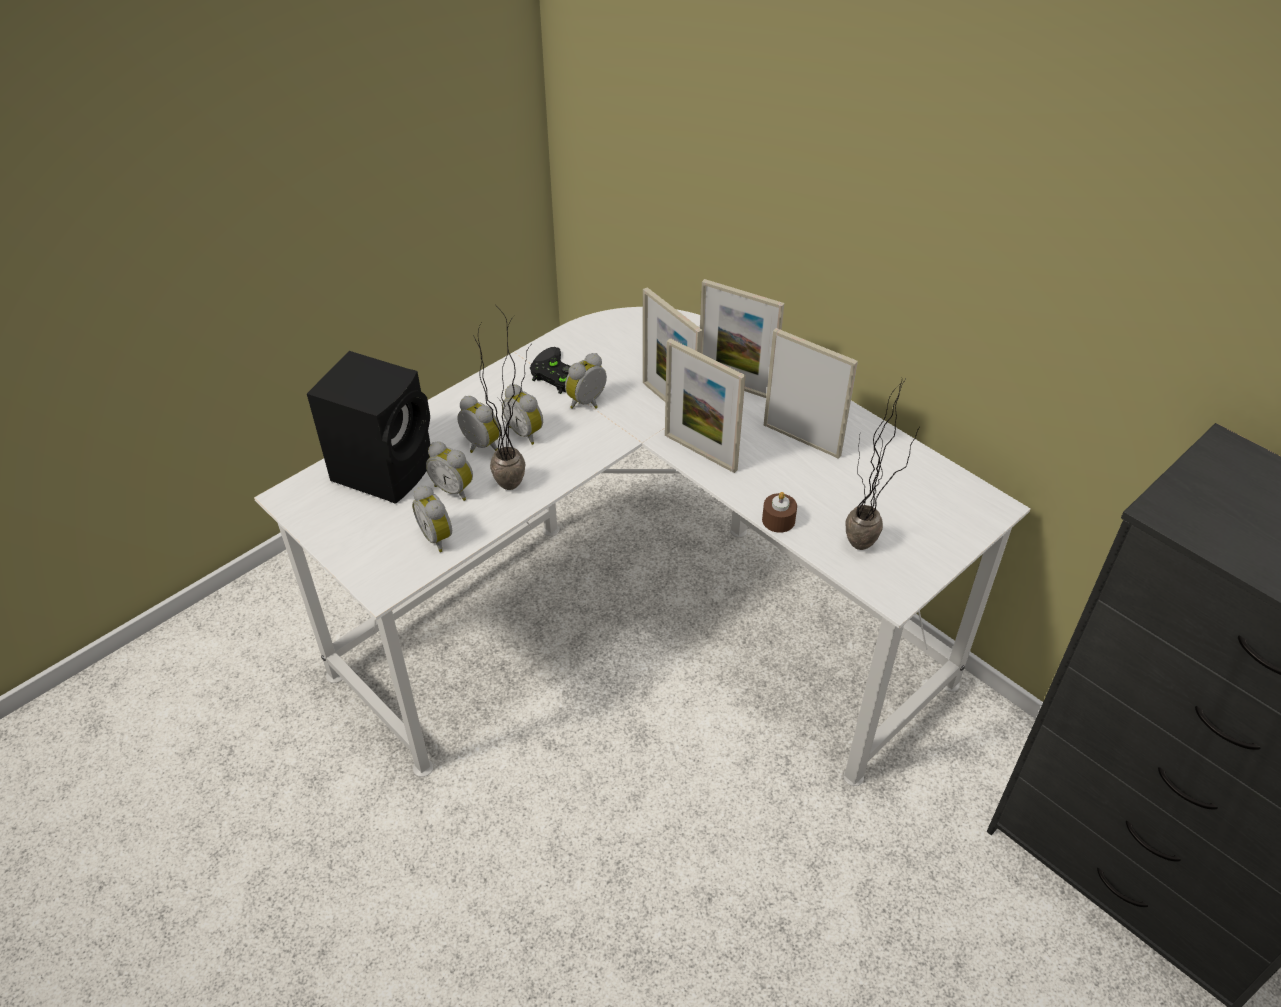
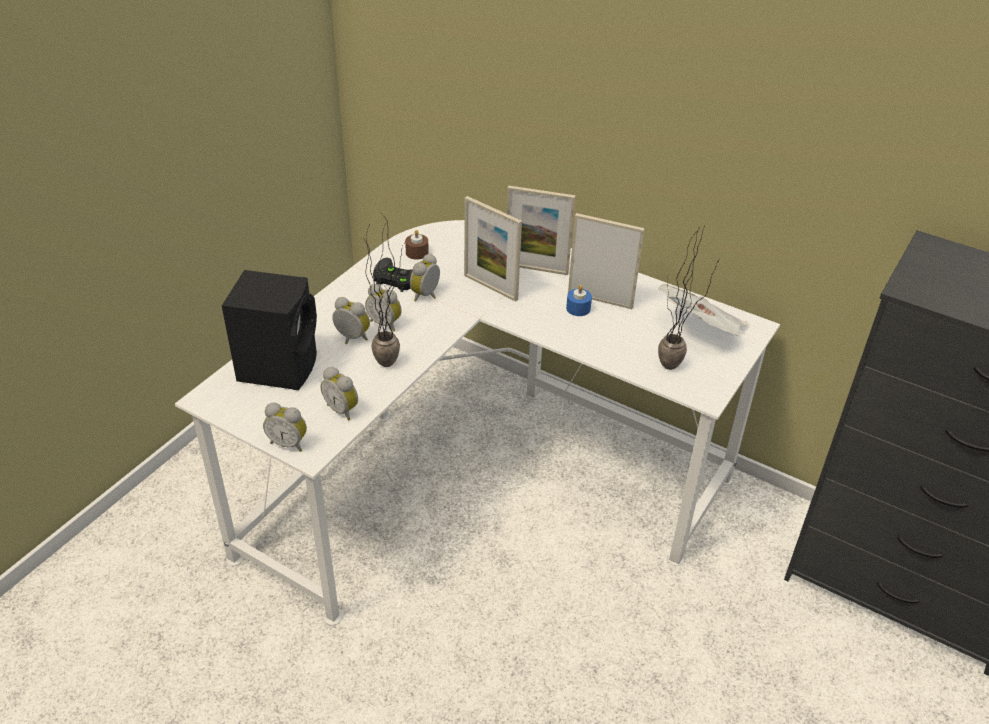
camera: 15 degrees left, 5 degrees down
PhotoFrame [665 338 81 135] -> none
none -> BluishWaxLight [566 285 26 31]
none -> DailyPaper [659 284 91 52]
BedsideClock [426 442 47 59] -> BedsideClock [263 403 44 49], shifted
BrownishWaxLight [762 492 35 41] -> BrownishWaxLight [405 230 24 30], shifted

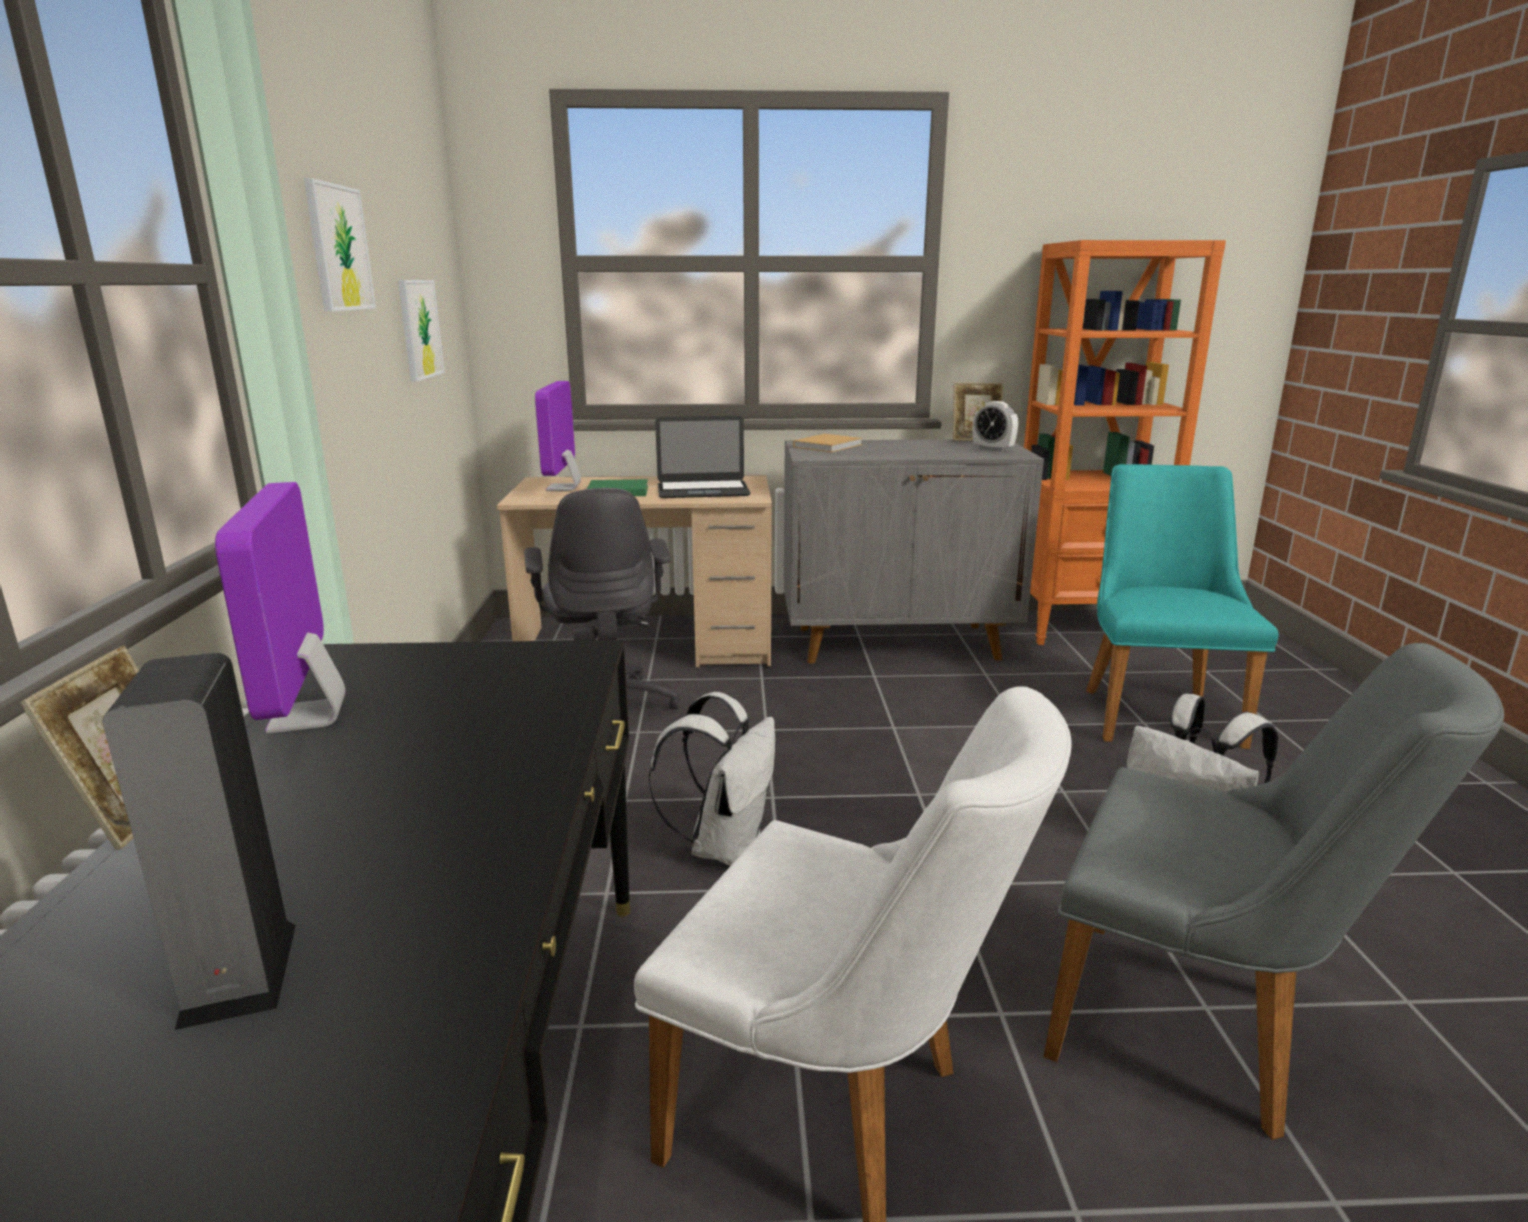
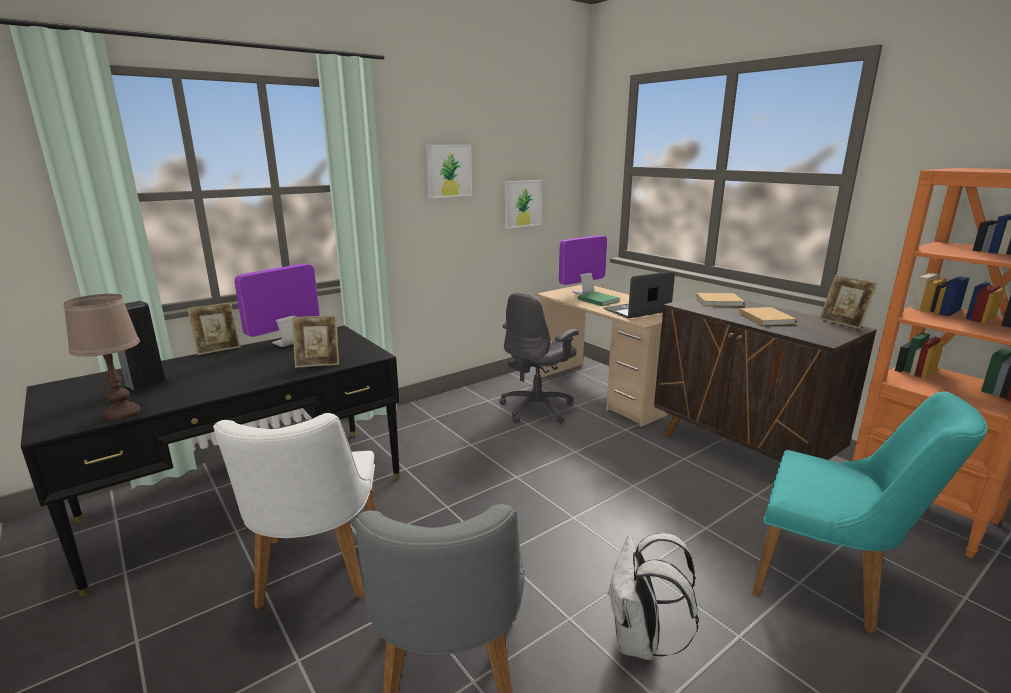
camera: 55 degrees right, 0 degrees up
WhiteColouredKnapsack [649 692 126 174] -> none
BedsideClock [973 401 45 51] -> none
none -> BrownishTableLamp [63 294 78 126]
none -> PhotoFrame [292 315 47 53]
none -> BeigeBook [739 307 57 19]
GreyishStorageCabinet [784 439 260 224] -> BrownishStorageCabinet [654 297 223 166]
PortableComputer [655 416 96 82] -> PortableComputer [604 271 71 47], 105 degrees clockwise
BlueGreenChair [1086 464 193 285] -> BlueGreenChair [752 391 236 243], 60 degrees clockwise

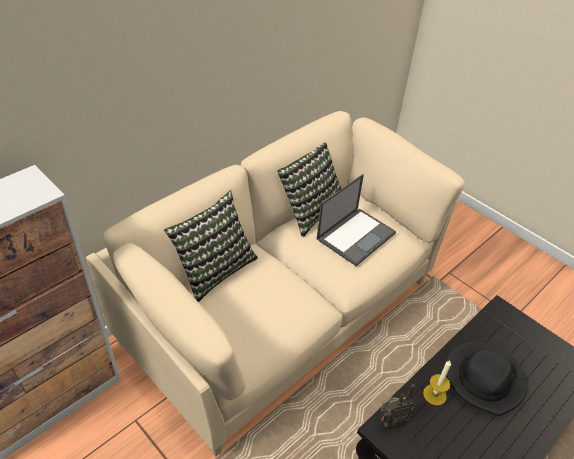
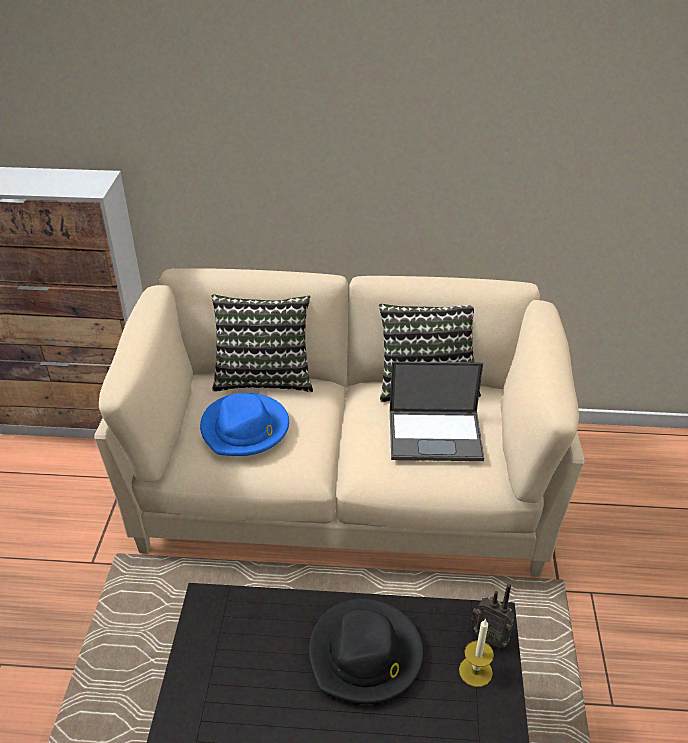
camera: 50 degrees right, 5 degrees down
none -> BluishClothingHat [200 393 89 63]
Radio [381 384 34 44] -> Radio [471 584 44 64], shifted
WaxLight [423 361 28 45] -> WaxLight [459 619 35 68], shifted

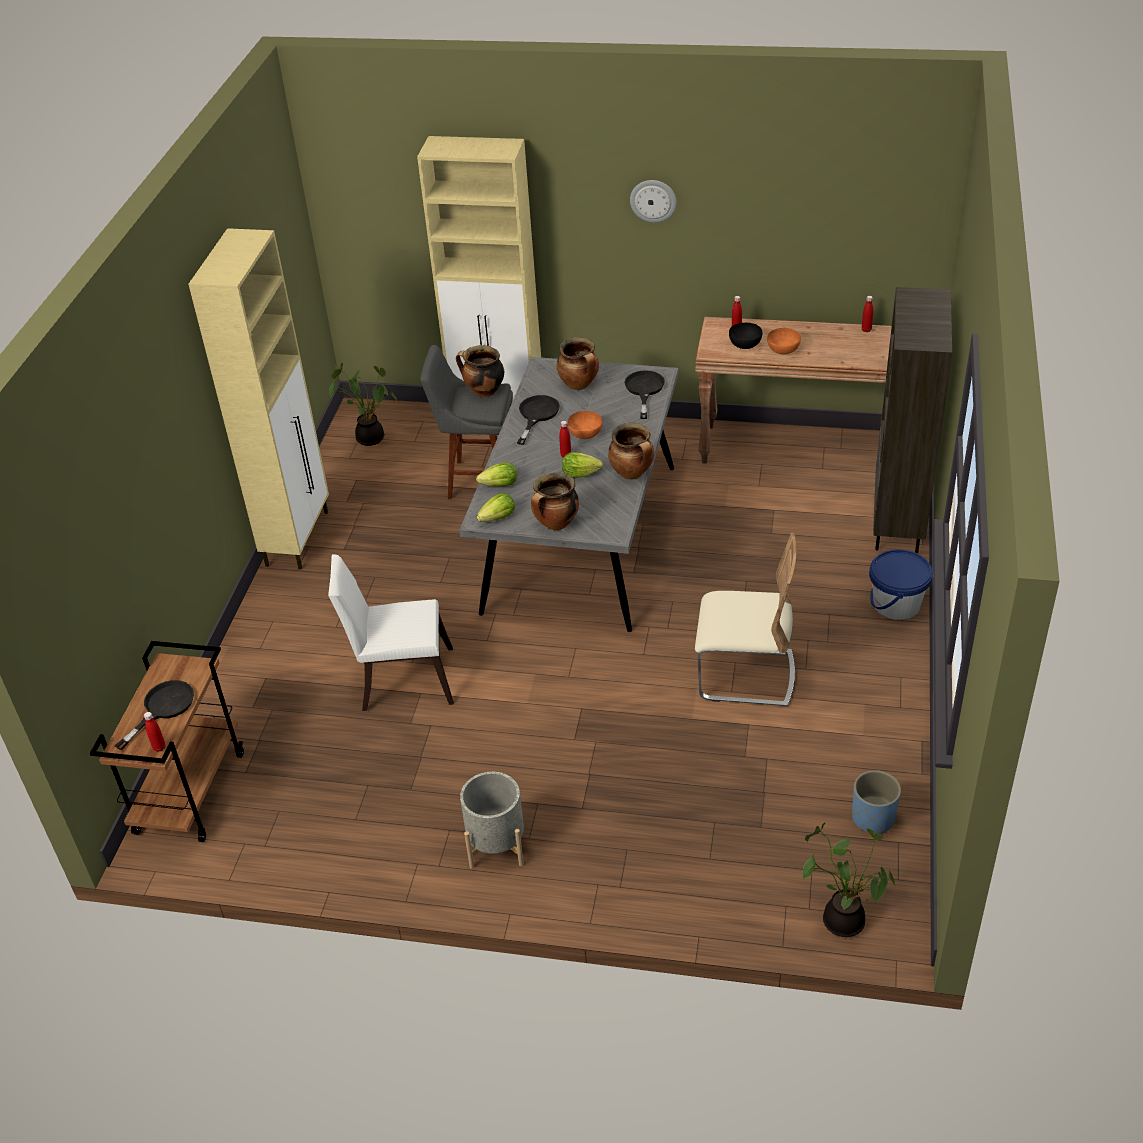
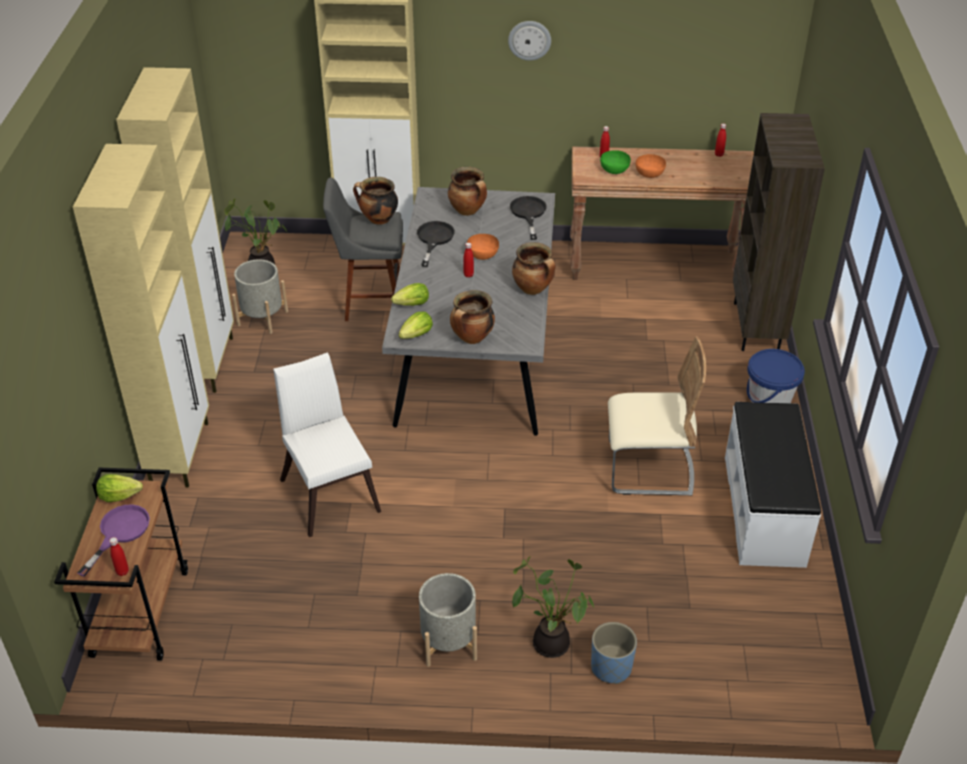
camera: 10 degrees left, 0 degrees up
none -> BeigeStorageCabinet [73 144 136 343]
none -> GreyishPlantPot [232 259 56 75]
none -> WhiteColouredIndoorBench [725 402 96 166]
LettuceHead [562 452 41 26] -> LettuceHead [96 474 47 28], shifted
PlantInAPot [802 822 94 115] -> PlantInAPot [512 556 83 102], shifted
BluishPlantPot [852 770 49 64] -> BluishPlantPot [591 622 46 62], shifted
BlackColouredSkillet [115 680 79 70] -> PurplishSkillet [77 504 73 73]
BlackColouredDeepDish [729 323 33 26] -> GreenDeepDish [600 150 31 24]
WhiteColouredChair [328 554 126 157] -> WhiteColouredChair [273 352 108 185], 75 degrees clockwise

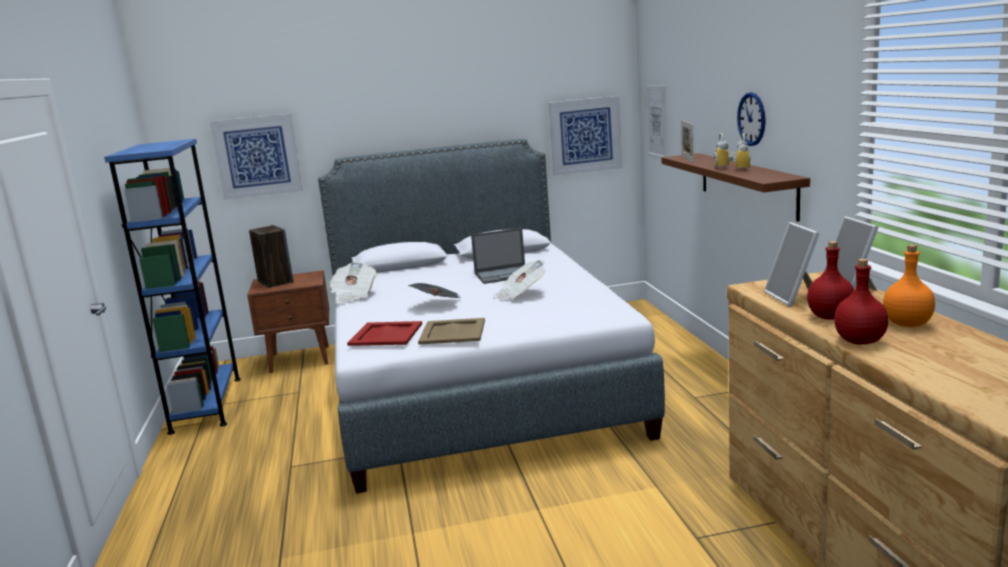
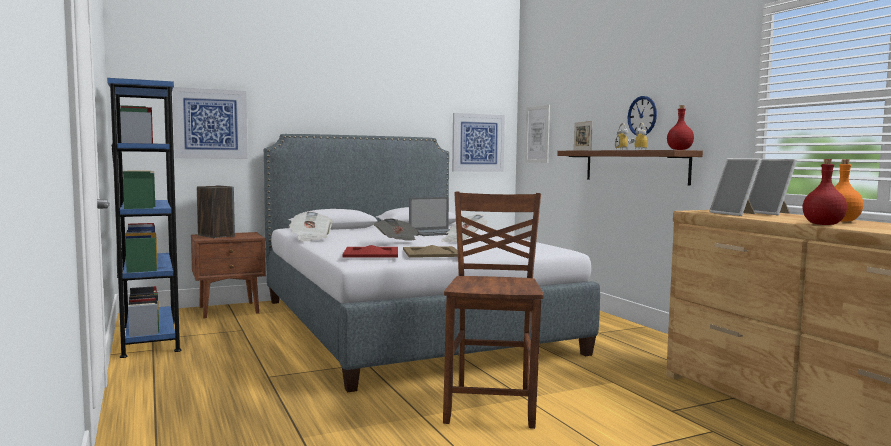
camera: 15 degrees left, 10 degrees down
none -> BrownishChair [443 191 101 238]
RedColouredBottle [807 241 47 79] -> RedColouredBottle [667 105 27 45], shifted

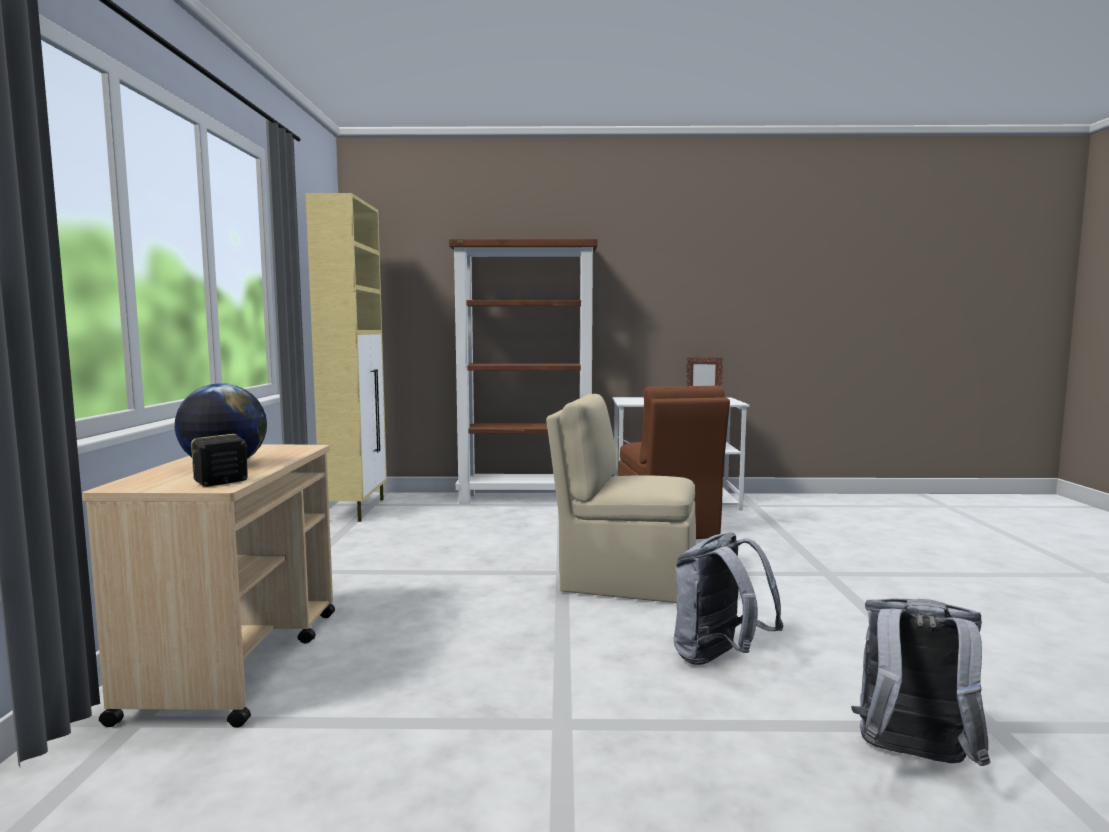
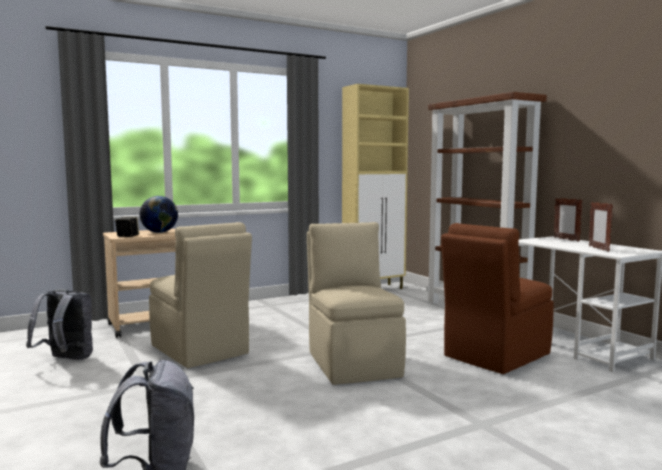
camera: 60 degrees right, 0 degrees up
none -> BeigeChair [149 222 103 146]
none -> PhotoFrame [554 198 28 44]
GreyishKnapsack [674 533 110 132] -> GreyishKnapsack [26 289 67 71], shifted

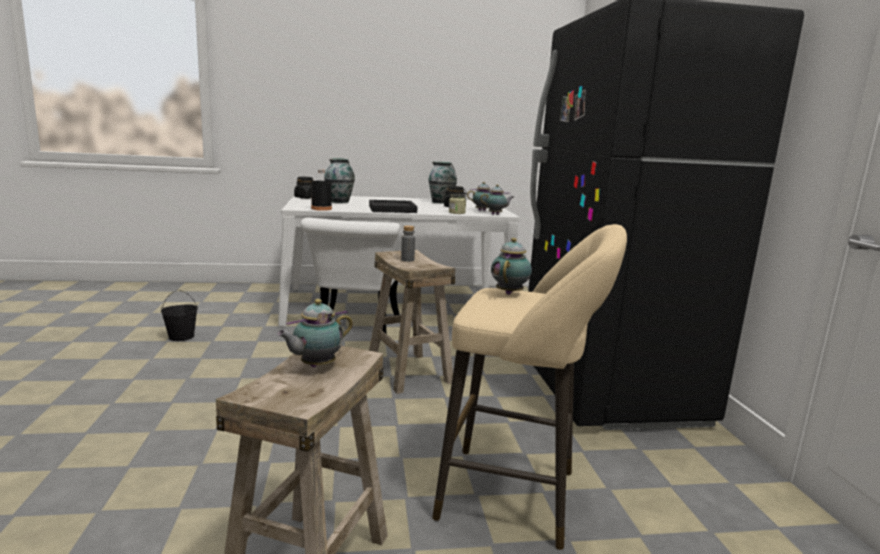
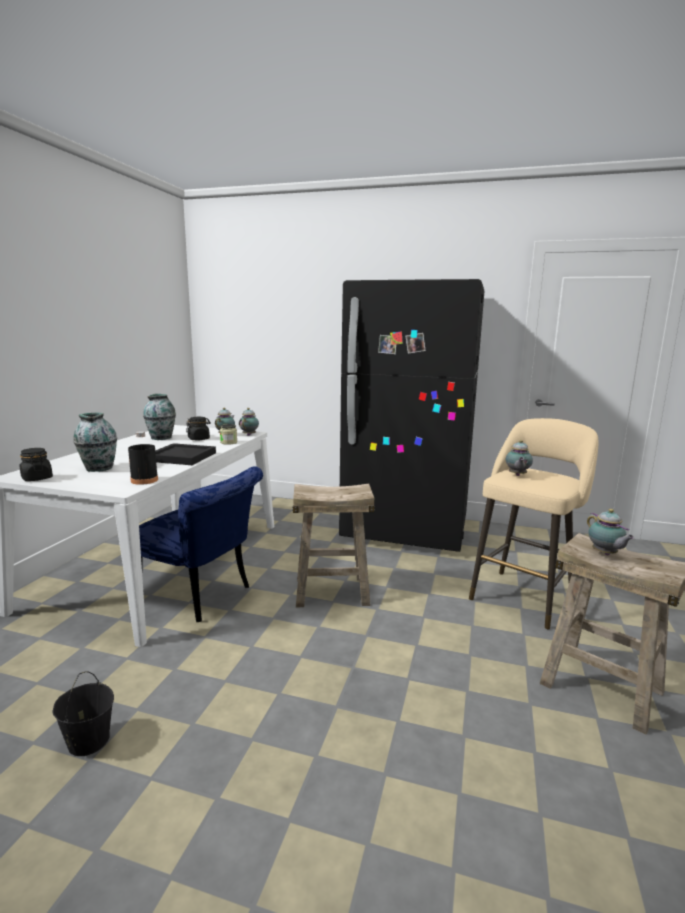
camera: 65 degrees left, 0 degrees up
GreyishBottle [401 226 14 36] -> none
WhiteColouredChair [301 218 99 116] -> BluishChair [139 466 124 156]
TeaPot [491 238 41 57] -> TeaPot [506 440 27 36], 120 degrees counterclockwise

